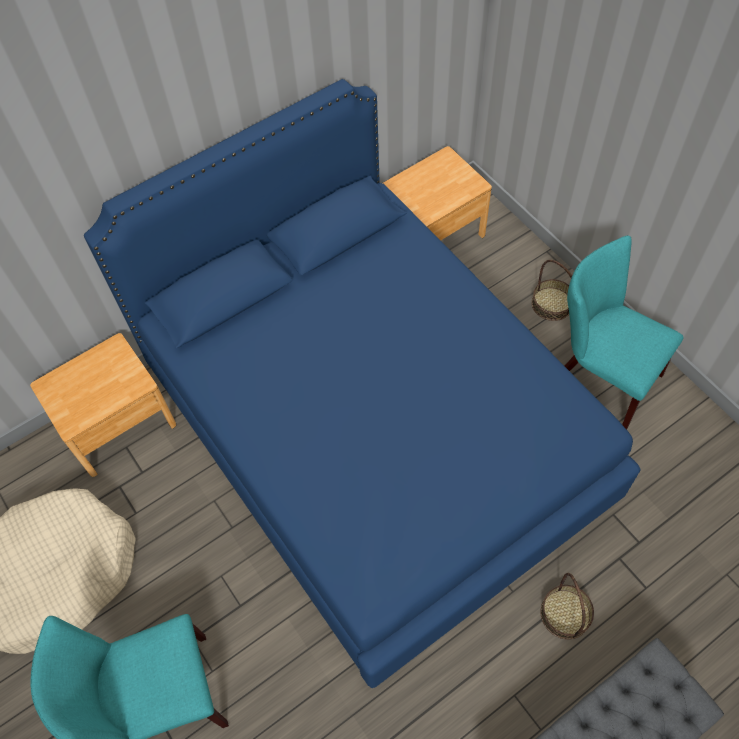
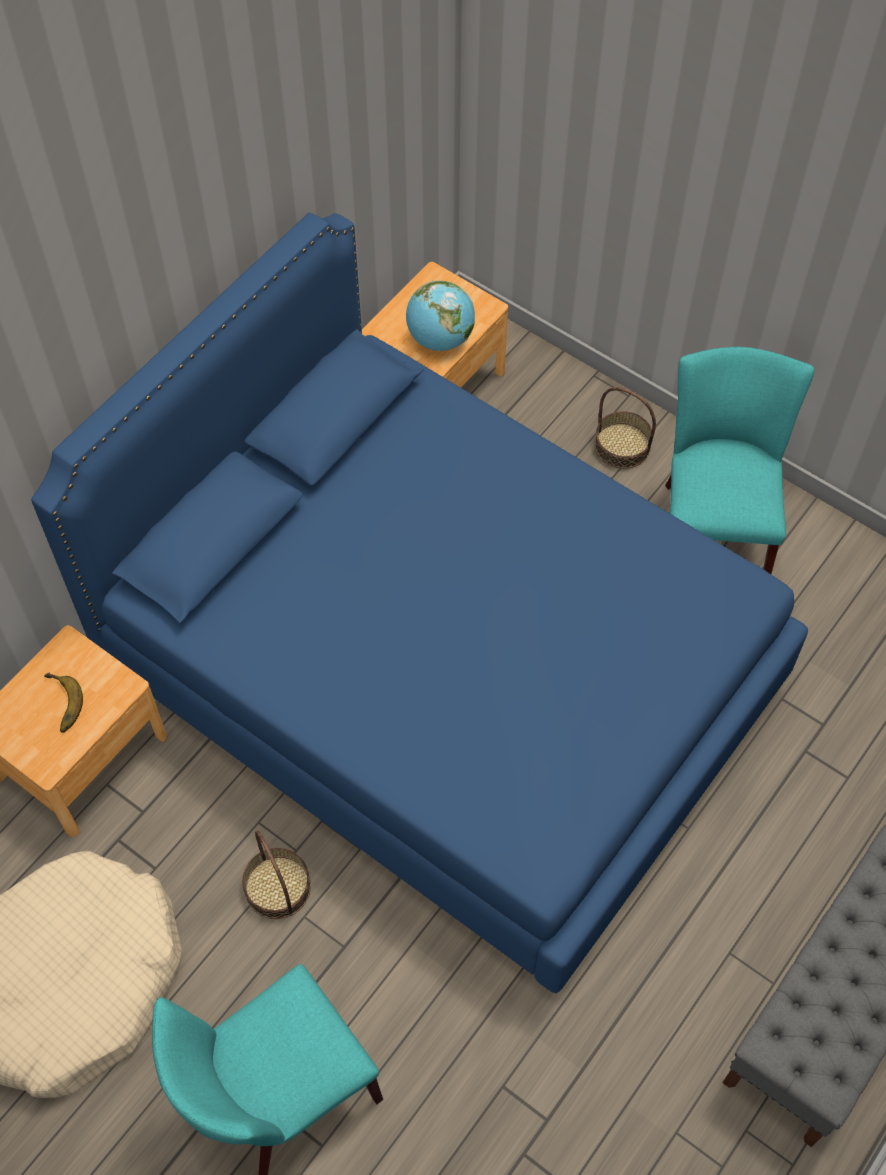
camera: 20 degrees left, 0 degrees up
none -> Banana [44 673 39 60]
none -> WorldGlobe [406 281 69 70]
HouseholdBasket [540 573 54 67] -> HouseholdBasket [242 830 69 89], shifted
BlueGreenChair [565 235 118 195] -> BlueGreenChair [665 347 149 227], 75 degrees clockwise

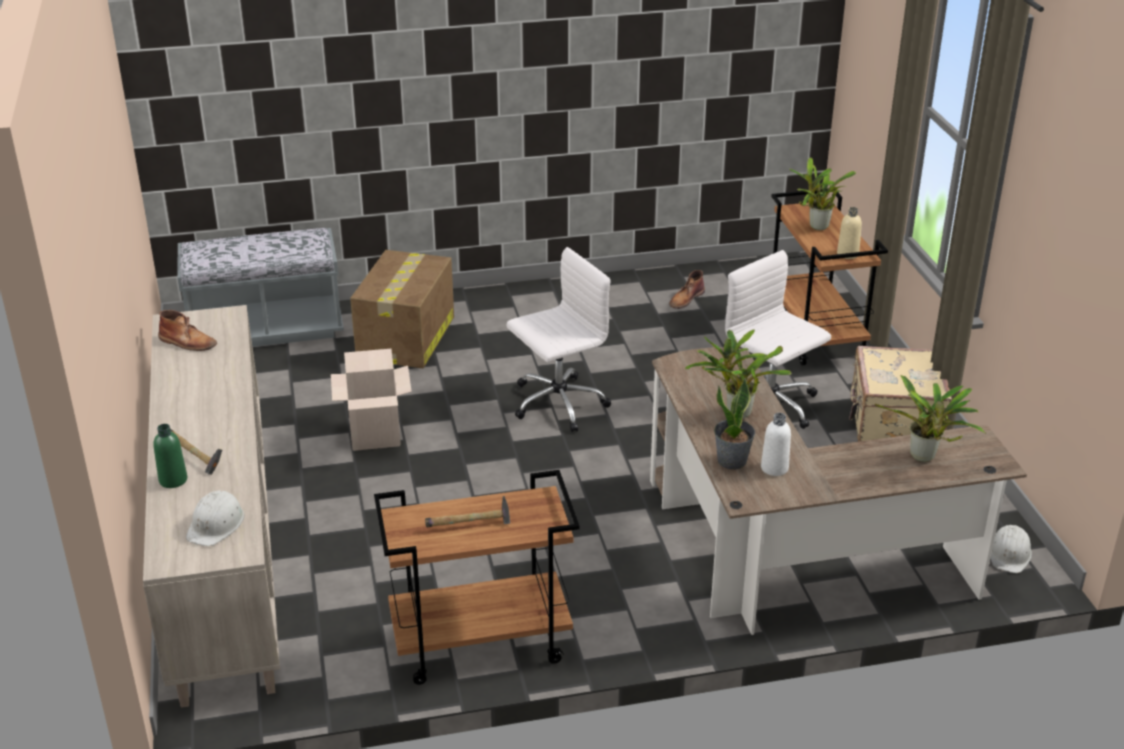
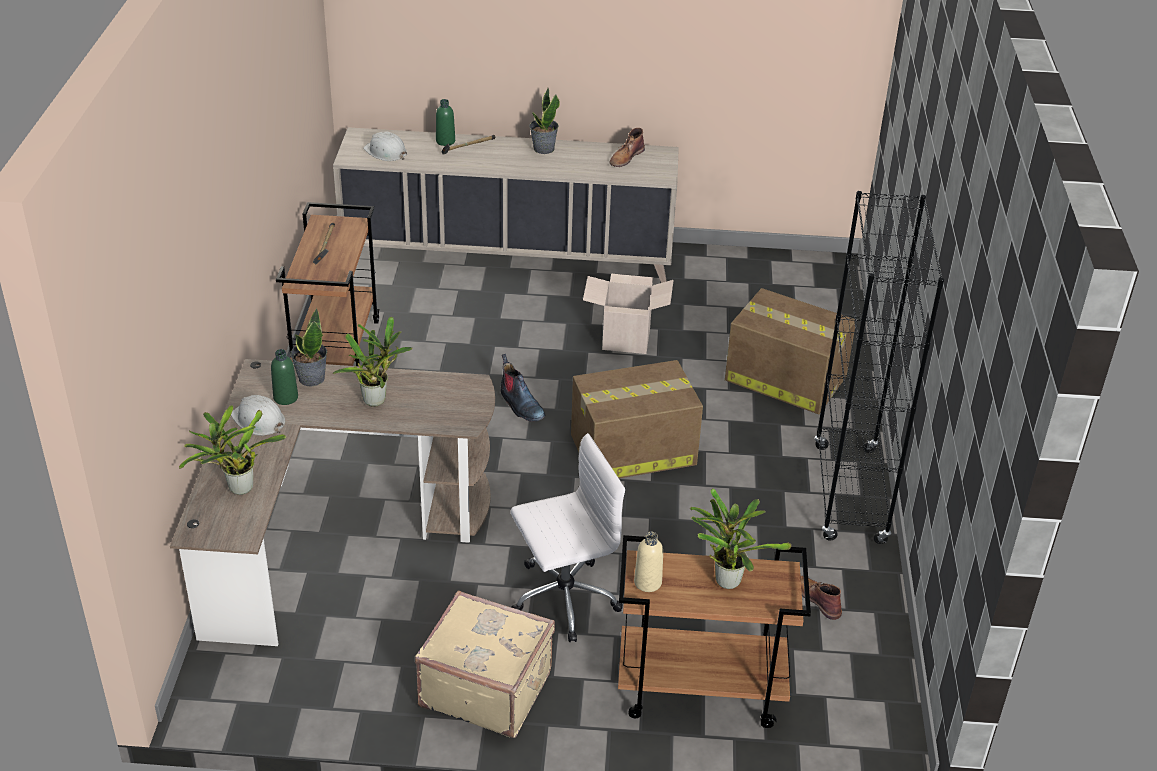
camera: 105 degrees right, 5 degrees up
GreyishIndoorBench [177 228 167 119] -> none
none -> Boot [501 354 44 68]
none -> PlantInAPot [529 88 31 66]
none -> BlackColouredShelvingUnit [814 191 130 353]
WhiteColouredWorkHelmet [990 525 42 48] -> WhiteColouredWorkHelmet [231 395 54 41], shifted
WhiteColouredComputerChair [507 247 104 185] -> CardboardBox [571 360 132 118]
WhiteColouredBottle [761 413 30 63] -> GreenBottle [271 349 27 56]

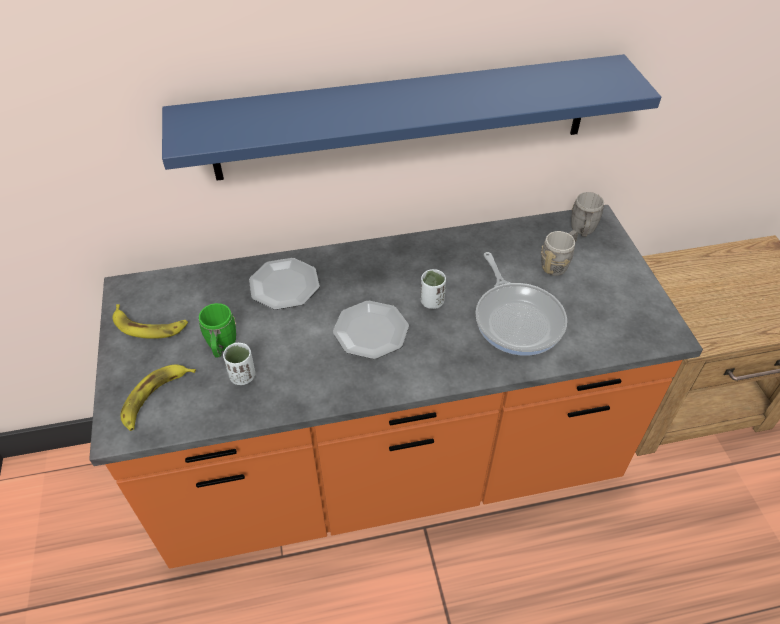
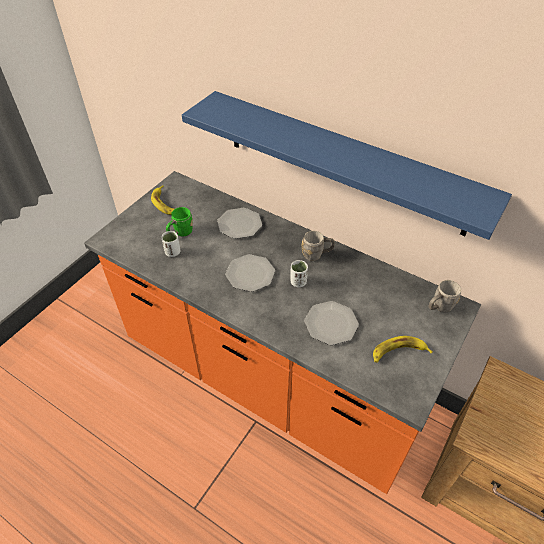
camera: 45 degrees right, 0 degrees up
Banana [121 364 75 67] -> Banana [373 336 60 27], shifted
GreyishTeaMug [541 230 37 46] -> GreyishTeaMug [302 231 33 30], shifted
Skillet [475 252 92 104] -> Plate [304 301 55 44]

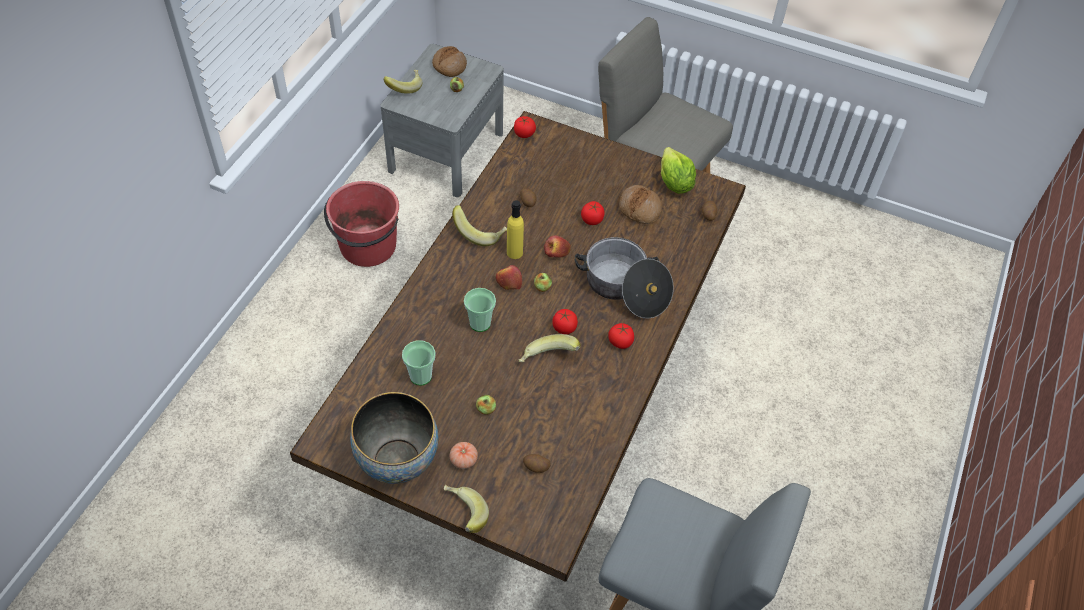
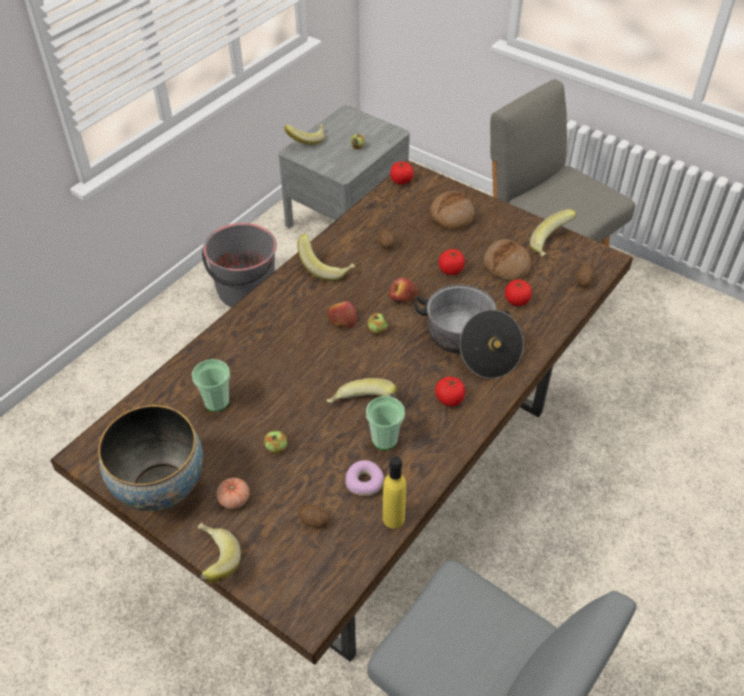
camera: 15 degrees right, 5 degrees down
none -> Doughnut [345 460 39 36]
BakedBread [432 46 35 31] -> BakedBread [430 191 45 39], shifted
Cup [464 288 32 44] -> Cup [366 396 39 54], shifted
YellowishBottle [507 200 17 59] -> YellowishBottle [383 456 23 72], shifted
FreshTomato [552 309 26 25] -> FreshTomato [505 279 27 27], shifted
LettuceHead [661 147 35 47] -> Banana [530 209 47 48]
RedColouredPail [324 181 75 86] -> GreyishPail [202 223 75 84]

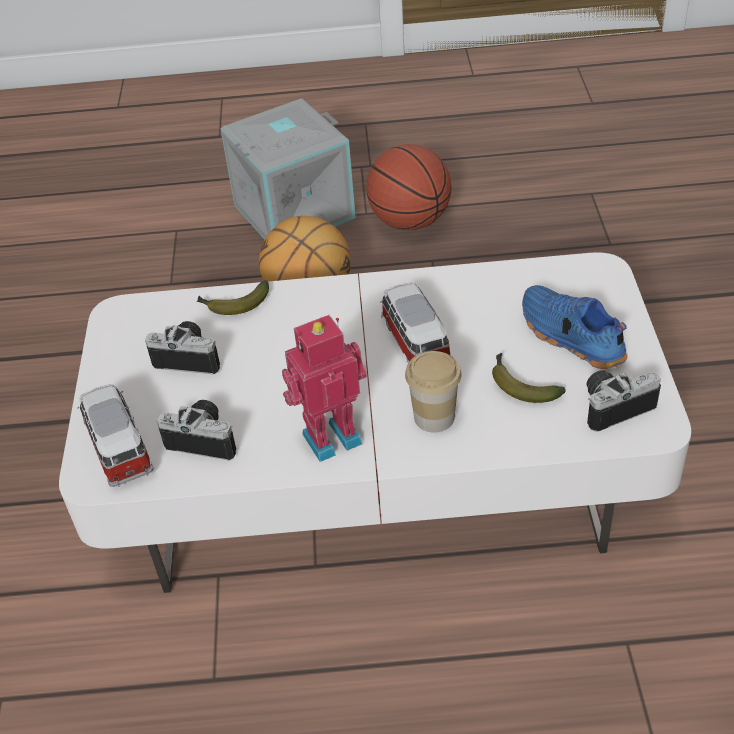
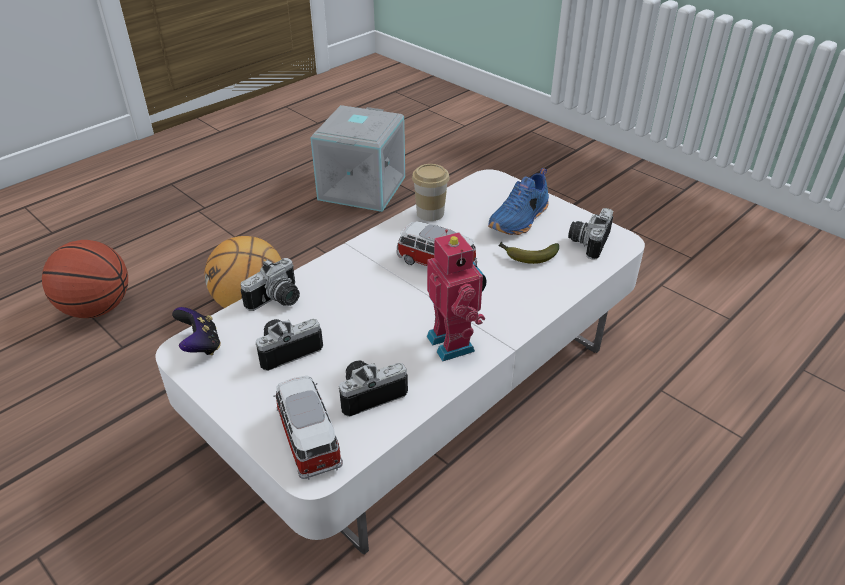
camera: 45 degrees left, 5 degrees down
none -> Gamepad [172 307 49 48]
GreyishStorageContainer [221 98 135 142] -> GreyishStorageContainer [310 105 95 107], shifted
BasketballBall [367 144 85 86] -> BasketballBall [42 240 86 78], shifted
Cup [405 351 57 82] -> Cup [412 164 38 57], shifted
Banana [197 280 72 35] -> PhotoCamera [241 258 59 53]
ModelCar [77 384 76 103] -> ModelCar [273 376 70 104], 45 degrees clockwise
ModelRobot [282 315 85 147] -> ModelRobot [427 229 60 132], 135 degrees clockwise
BluishLowShoe [522 285 106 84] -> BluishLowShoe [488 168 61 67], 60 degrees counterclockwise

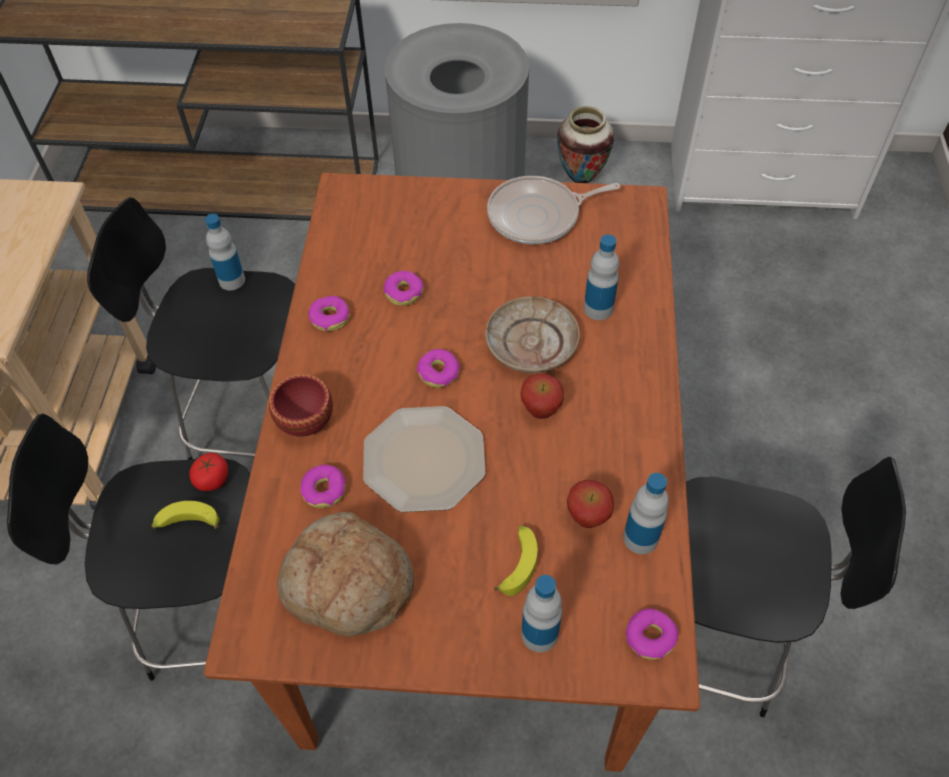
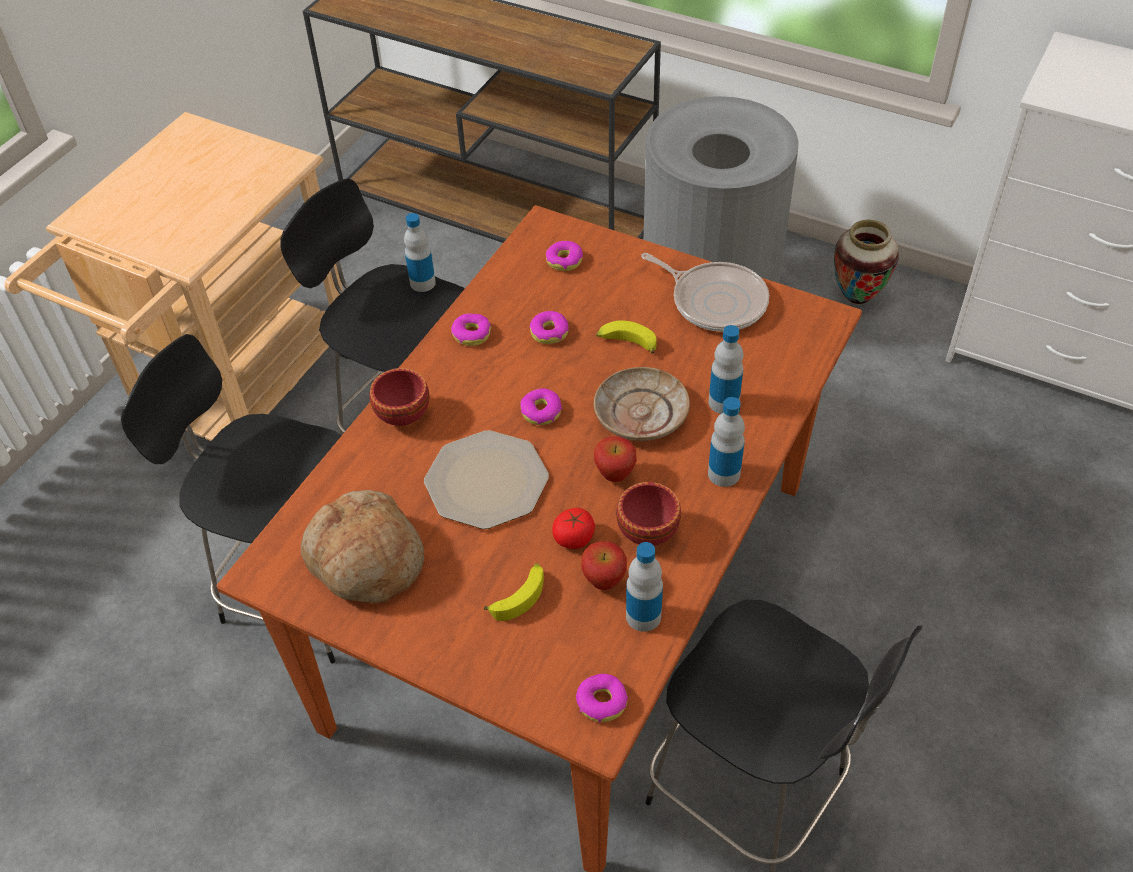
camera: 25 degrees right, 5 degrees down
none -> RedColouredDeepDish [616 482 65 64]
Banana [151 501 68 28] -> Banana [596 320 61 33], shifted
FreshTomato [189 453 39 38] -> FreshTomato [552 508 43 41], shifted
Doughnut [300 465 46 43] -> Doughnut [546 241 37 30], shifted
Bottle [521 575 41 77] -> Bottle [708 397 37 90], shifted
Skillet [487 176 133 68] -> Skillet [641 253 128 79], 150 degrees counterclockwise

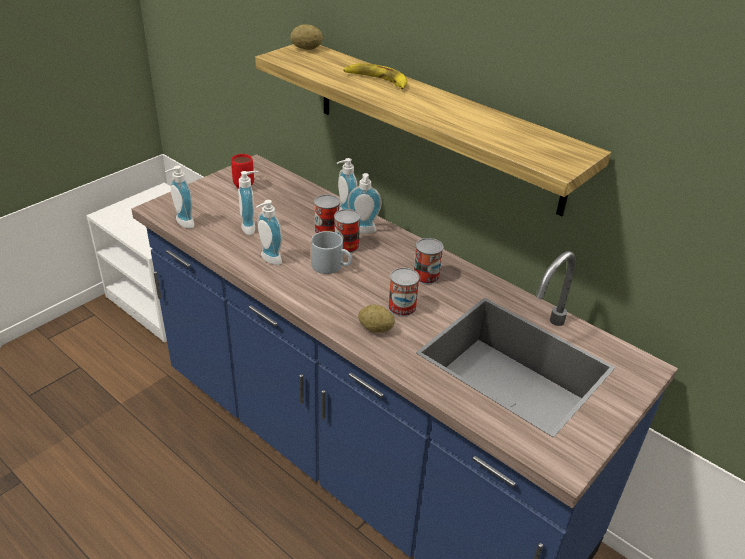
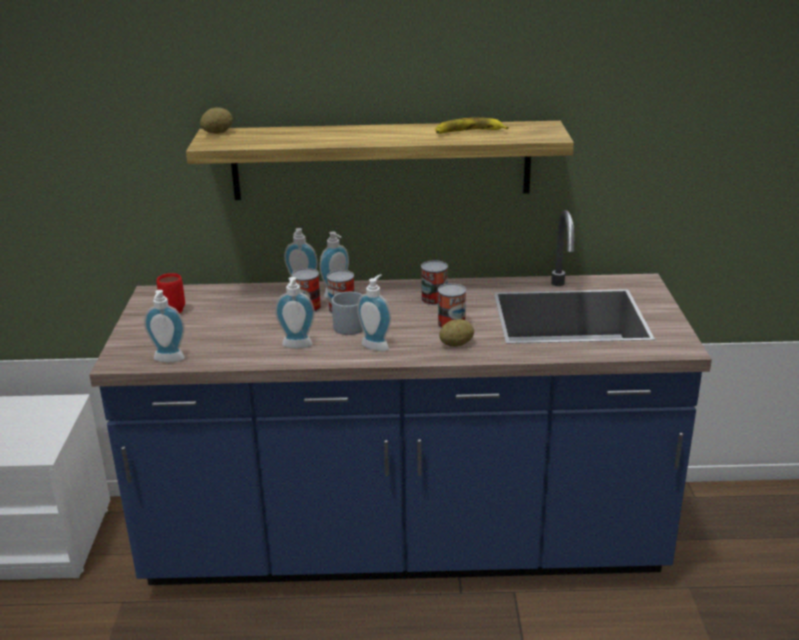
camera: 40 degrees left, 10 degrees down
SoapDispenser [238 171 20 64] -> SoapDispenser [357 274 34 77], shifted
Banana [343 63 64 27] -> Banana [435 118 74 16], shifted

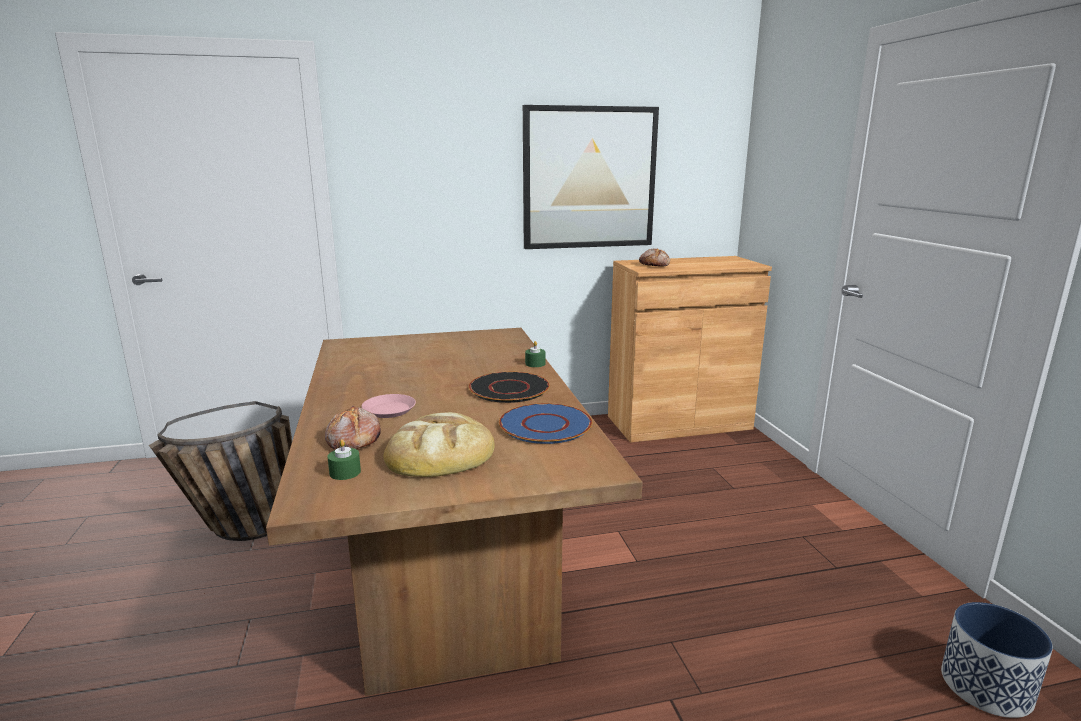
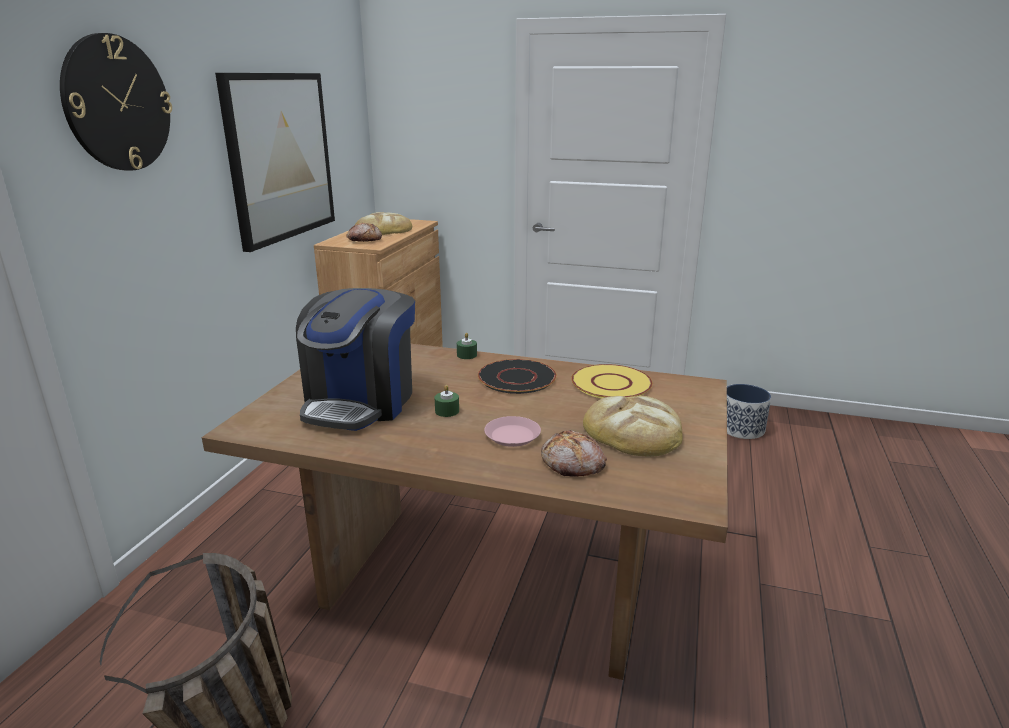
camera: 60 degrees left, 5 degrees up
none -> WallClock [60 33 112 138]
none -> CoffeeMaker [296 288 119 143]
none -> BakedBread [355 212 57 23]
GreenWaxLight [328 439 33 41] -> GreenWaxLight [435 385 24 32], shifted
BluishPlate [499 403 93 41] -> YellowishPlate [571 364 82 35]

